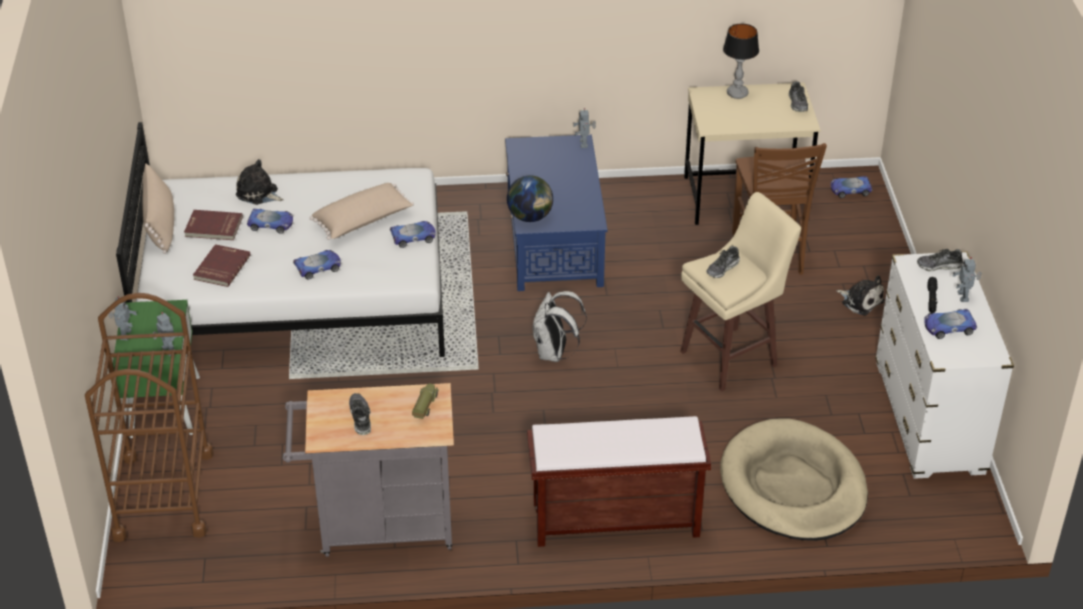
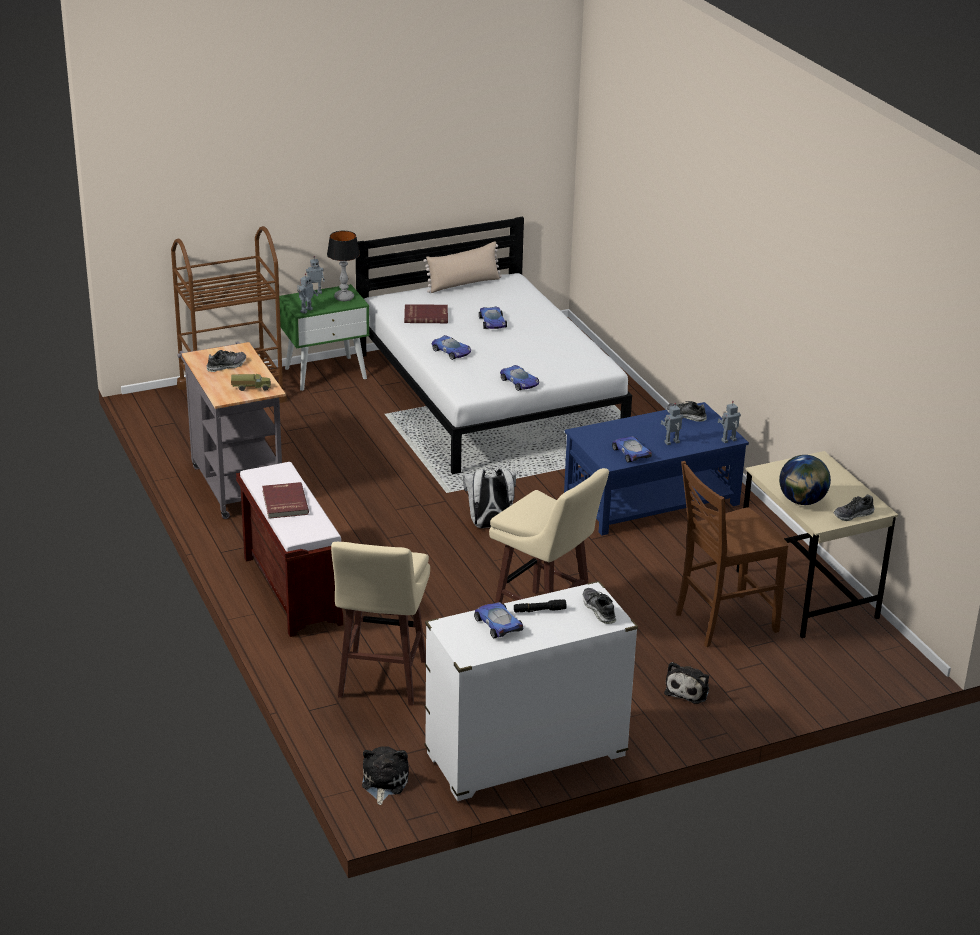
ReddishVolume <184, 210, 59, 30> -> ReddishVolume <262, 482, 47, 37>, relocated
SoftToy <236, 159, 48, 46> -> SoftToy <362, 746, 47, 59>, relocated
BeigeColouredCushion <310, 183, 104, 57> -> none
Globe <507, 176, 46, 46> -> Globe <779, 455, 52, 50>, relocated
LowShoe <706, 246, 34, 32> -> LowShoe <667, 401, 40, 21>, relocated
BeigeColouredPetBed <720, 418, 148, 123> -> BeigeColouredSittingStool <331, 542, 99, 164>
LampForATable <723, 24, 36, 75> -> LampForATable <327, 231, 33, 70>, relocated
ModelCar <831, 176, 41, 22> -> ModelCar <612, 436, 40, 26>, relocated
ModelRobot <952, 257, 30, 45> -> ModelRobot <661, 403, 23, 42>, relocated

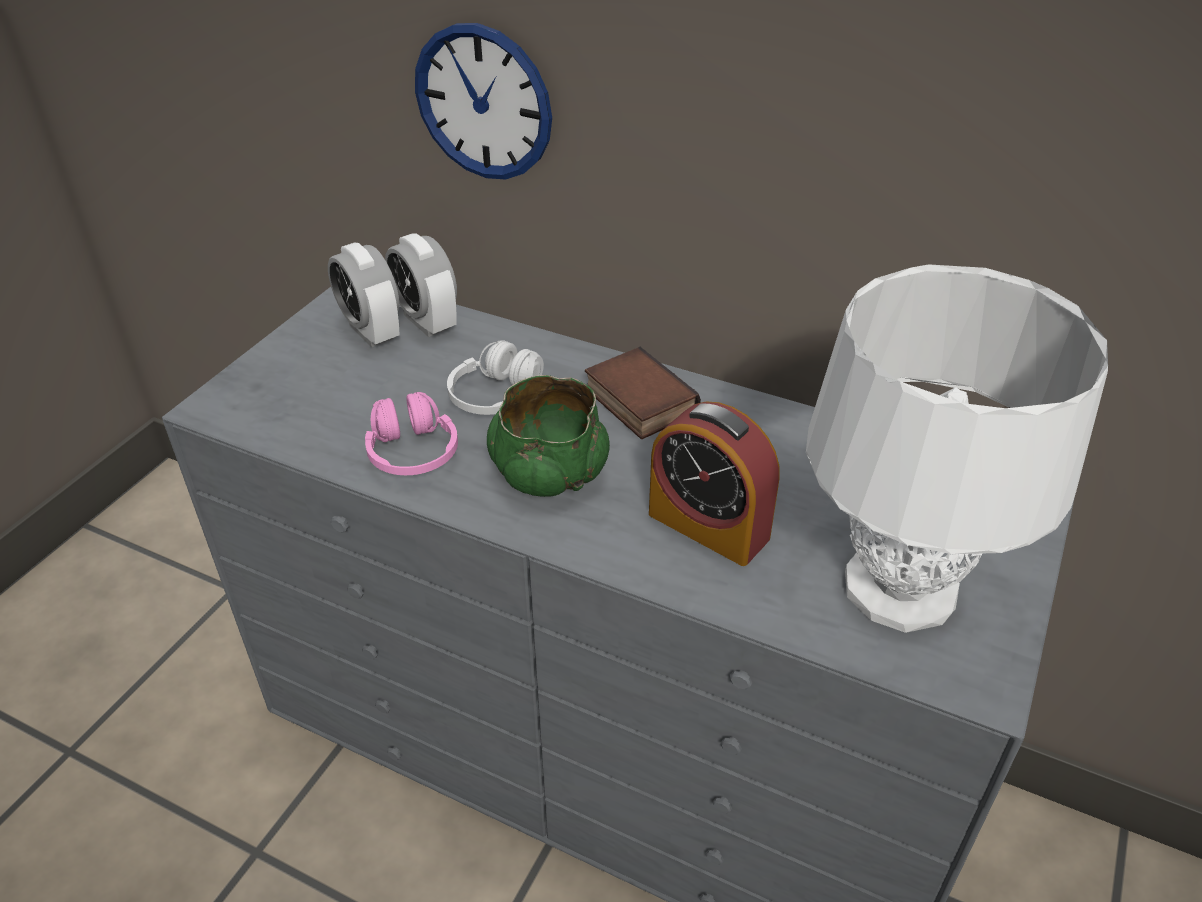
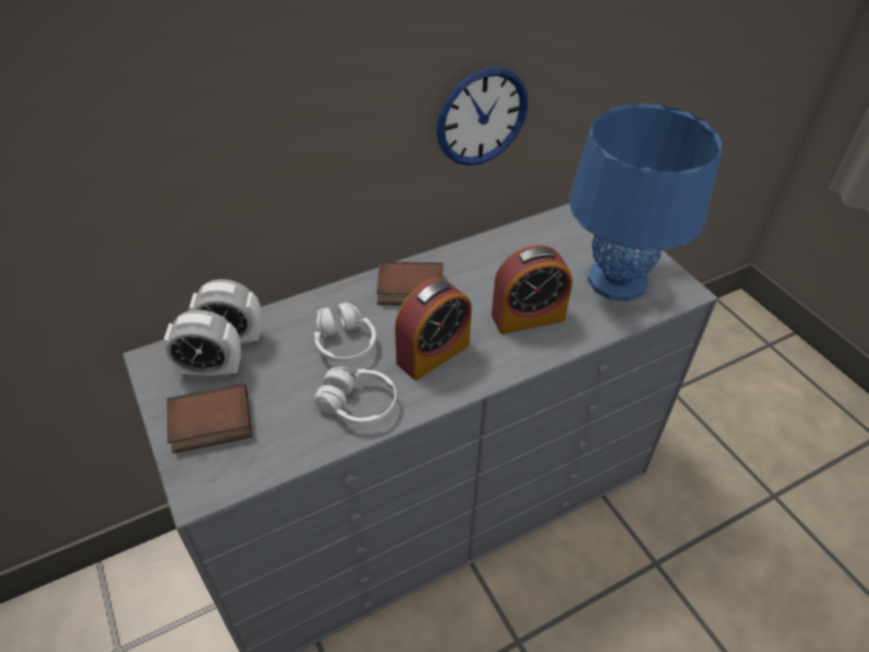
PinkColouredHeadset <365, 392, 93, 83> -> WhitishHeadset <314, 367, 82, 59>
HangingClock <415, 23, 137, 157> -> HangingClock <437, 67, 91, 99>, relocated
GreenishServingBowl <487, 375, 123, 122> -> TableClock <395, 278, 77, 102>
WhitishLampForATable <806, 264, 302, 369> -> BluishLampForATable <569, 103, 153, 198>
none -> Volume <167, 384, 85, 69>

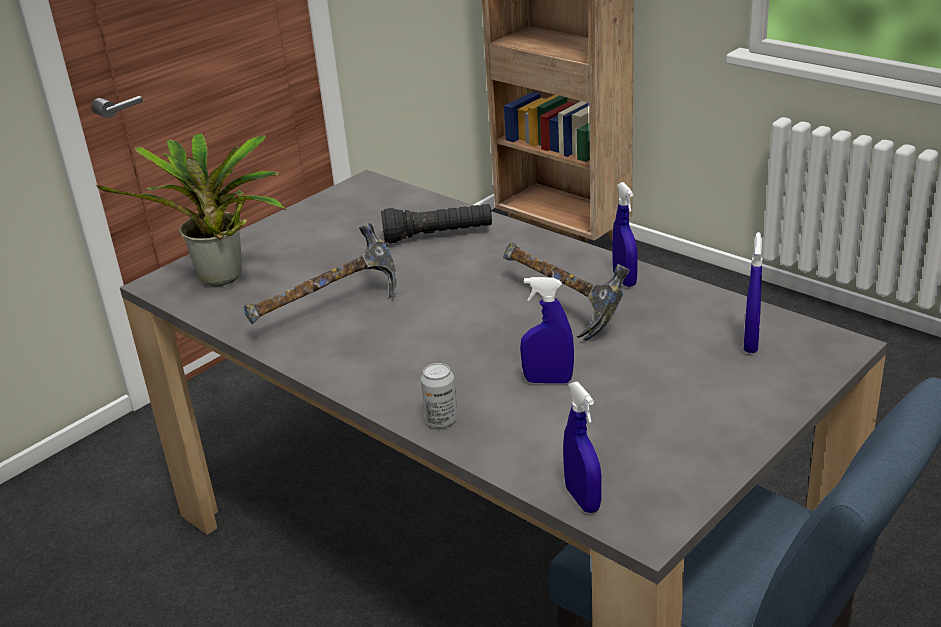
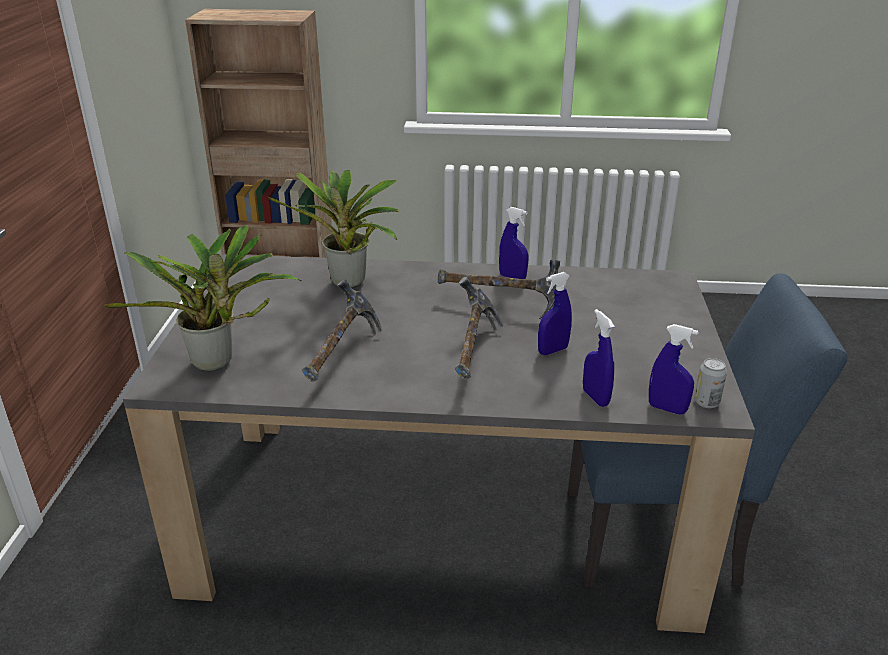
BlackColouredHandTorch <381, 204, 111, 39> -> Houseplant <268, 170, 131, 118>
Can <421, 363, 37, 65> -> Can <694, 358, 33, 50>, relocated
BluishHandSprayer <744, 232, 19, 121> -> BluishHandSprayer <583, 309, 32, 98>, relocated
none -> Hammer <455, 277, 49, 103>

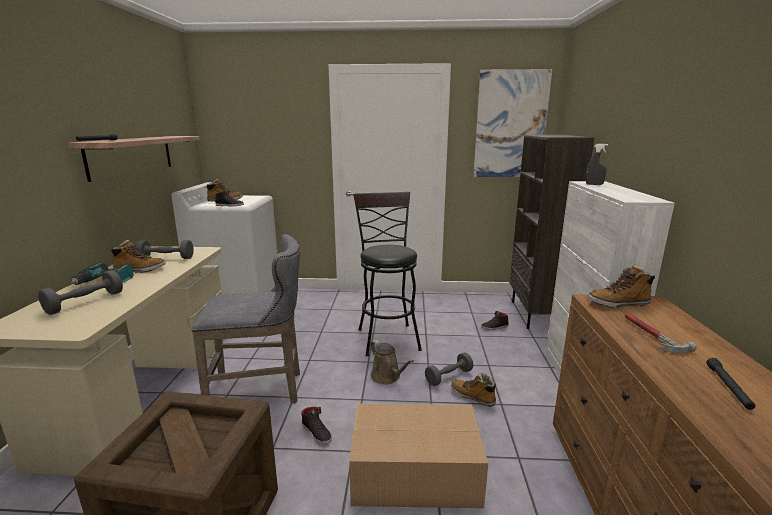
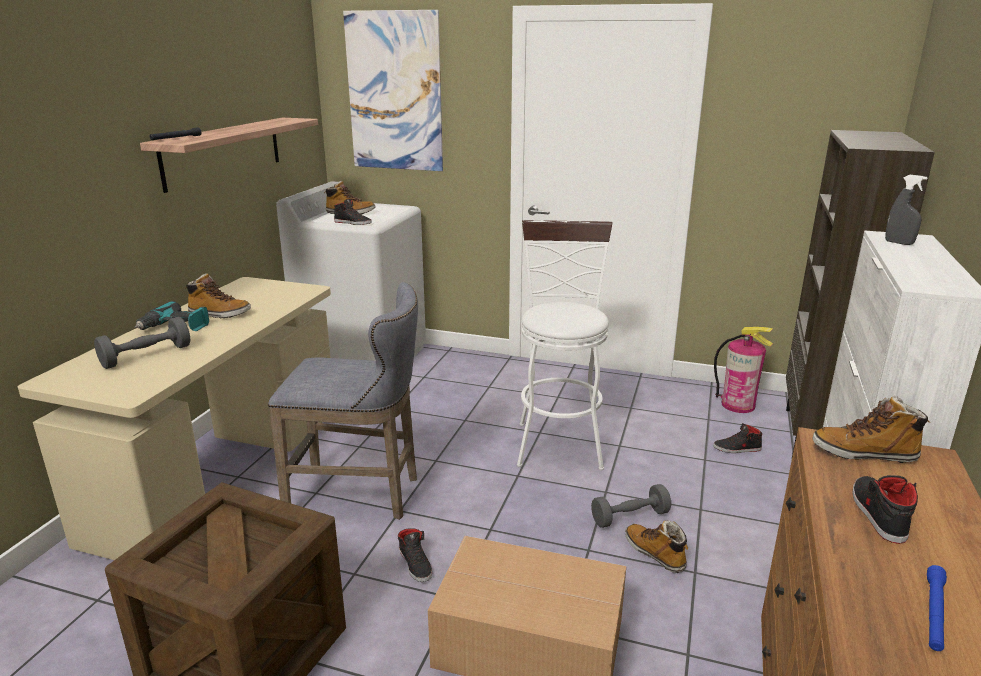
GreyFreeWeight <135, 240, 59, 19> -> none
BlackColouredSittingStool <353, 192, 69, 164> -> WhitishSittingStool <517, 220, 96, 251>
BrownishWateringPot <370, 340, 44, 44> -> none
Picture <473, 69, 79, 108> -> Picture <343, 10, 100, 161>, relocated
Hammer <625, 313, 72, 40> -> BlackColouredLowShoe <853, 475, 65, 69>
BlackColouredHandTorch <706, 358, 50, 52> -> BluishHandTorch <927, 565, 20, 86>
none -> Extinguisher <714, 327, 59, 86>

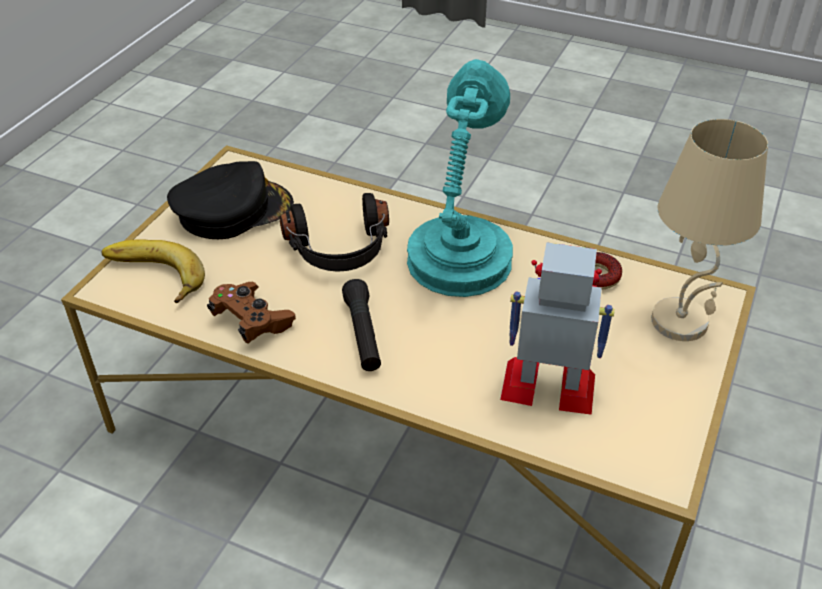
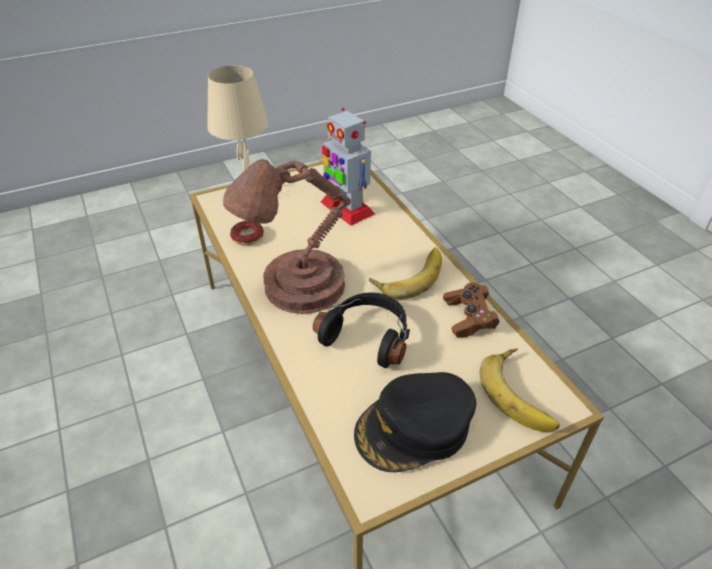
BlackColouredPeakedCap <167, 161, 127, 78> -> BlackColouredPeakedCap <354, 372, 123, 100>, 45 degrees counterclockwise
BlackColouredHandTorch <342, 279, 39, 92> -> BananaFruit <369, 247, 73, 52>
TurquoiseColouredLampForATable <407, 59, 106, 238> -> BrownishLampForATable <223, 159, 128, 155>

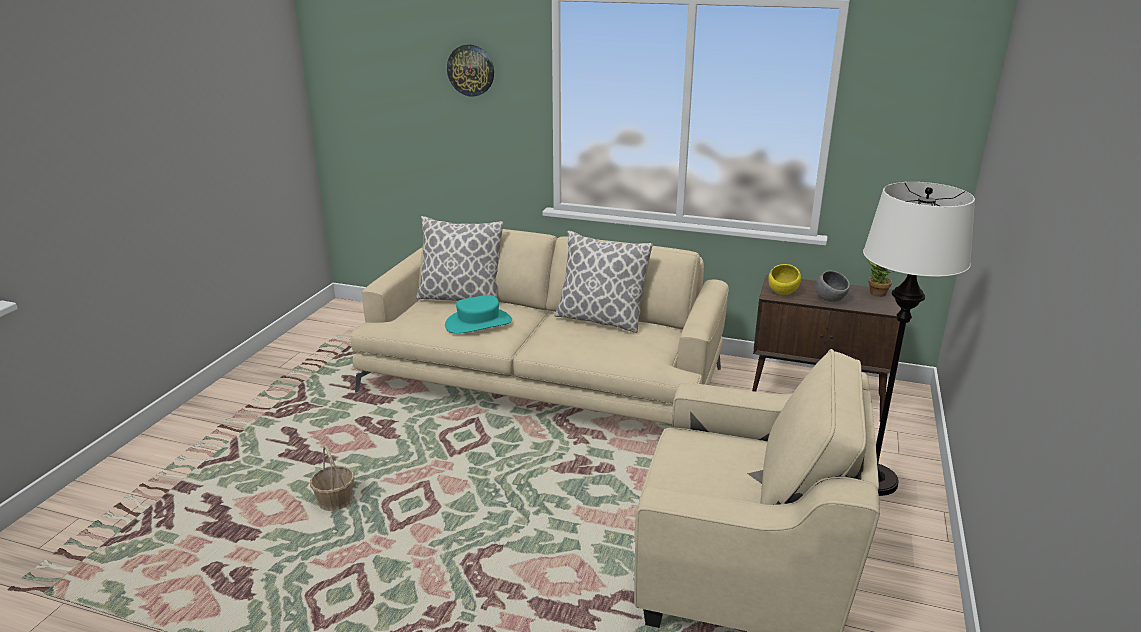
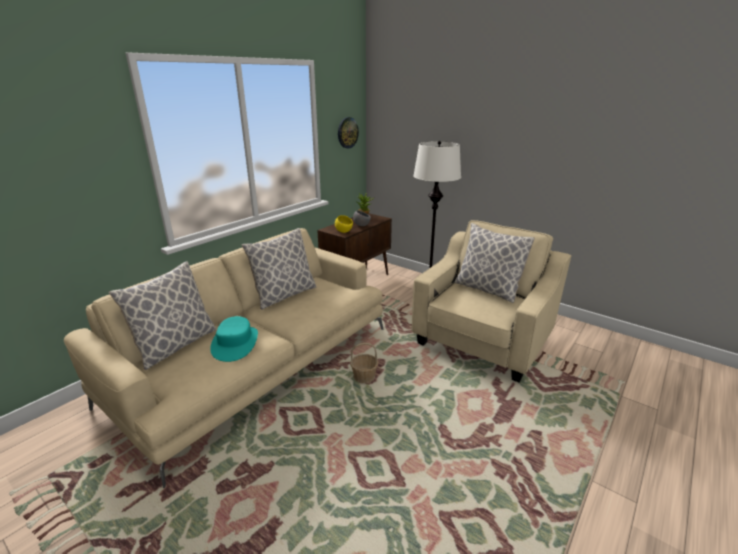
StorageBasket <310, 445, 45, 66> -> StorageBasket <350, 343, 28, 40>, relocated
HangingClock <447, 44, 47, 53> -> HangingClock <338, 117, 21, 31>, relocated
none -> Cushion <454, 223, 81, 80>

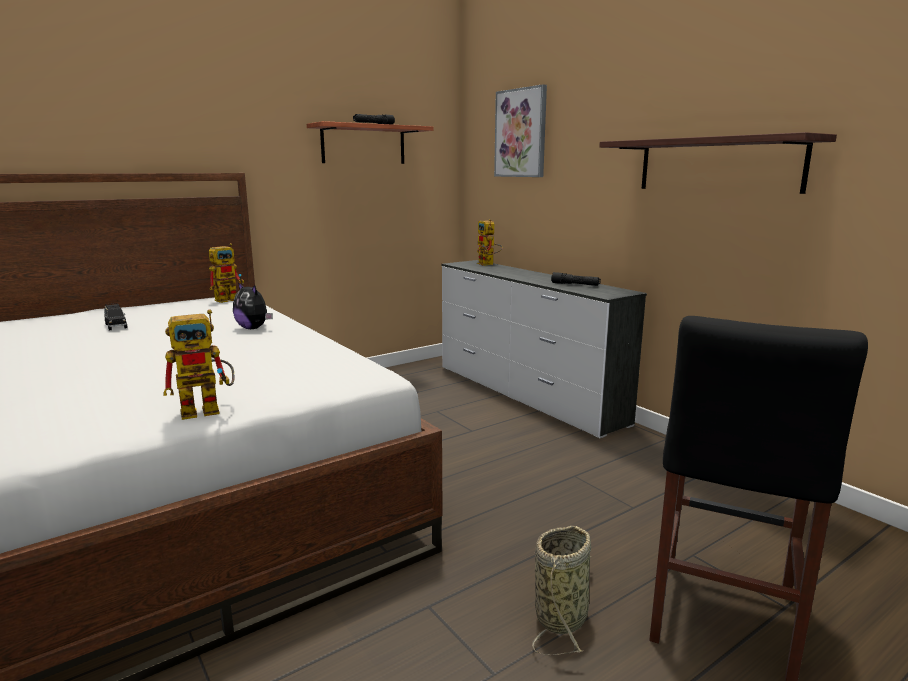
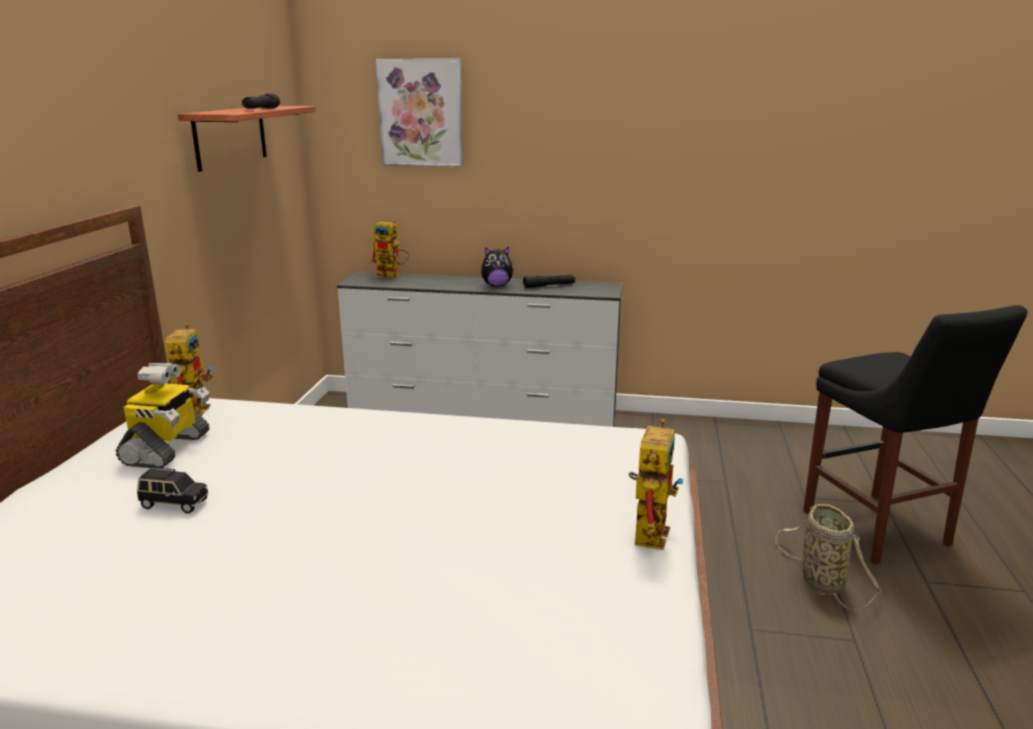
SoftToy <233, 282, 40, 47> -> SoftToy <481, 247, 33, 40>, relocated
Shelf <599, 132, 238, 62> -> none
none -> ModelRobot <116, 363, 94, 106>

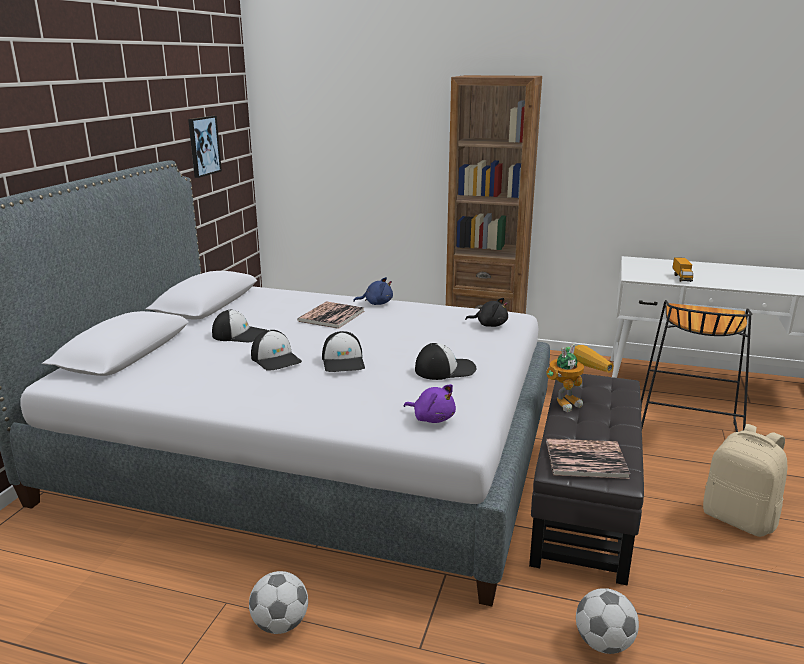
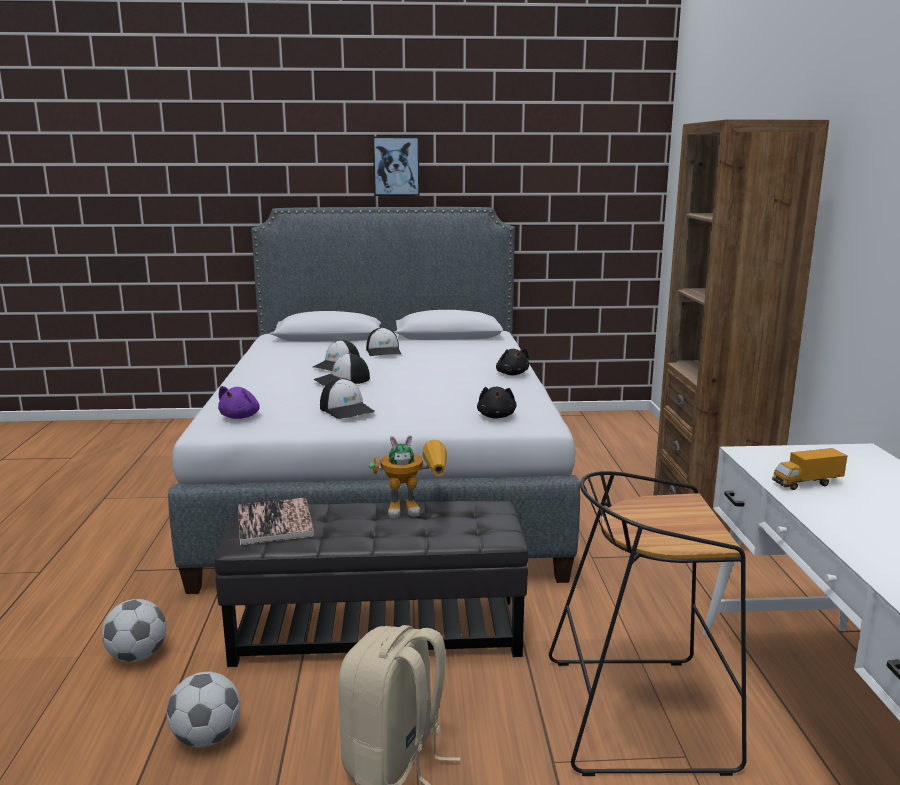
Picture <188, 116, 34, 62> -> Picture <373, 136, 47, 60>, relocated
FootballBall <249, 571, 59, 63> -> FootballBall <167, 672, 73, 75>, relocated
Volume <297, 302, 67, 27> -> none
BluishSoftToy <353, 277, 40, 28> -> BlackColouredSoftToy <496, 348, 33, 27>
ModelRobot <546, 344, 68, 68> -> ModelRobot <369, 435, 78, 83>, 45 degrees counterclockwise

